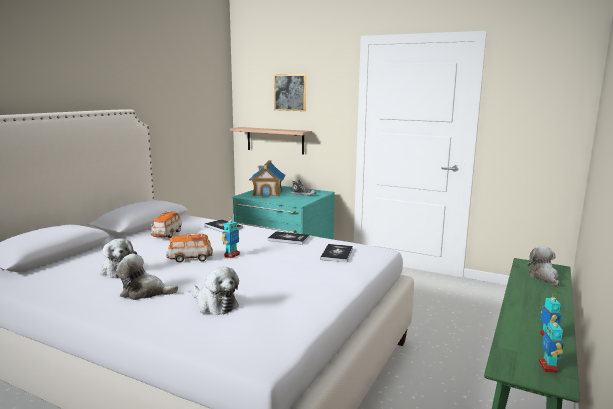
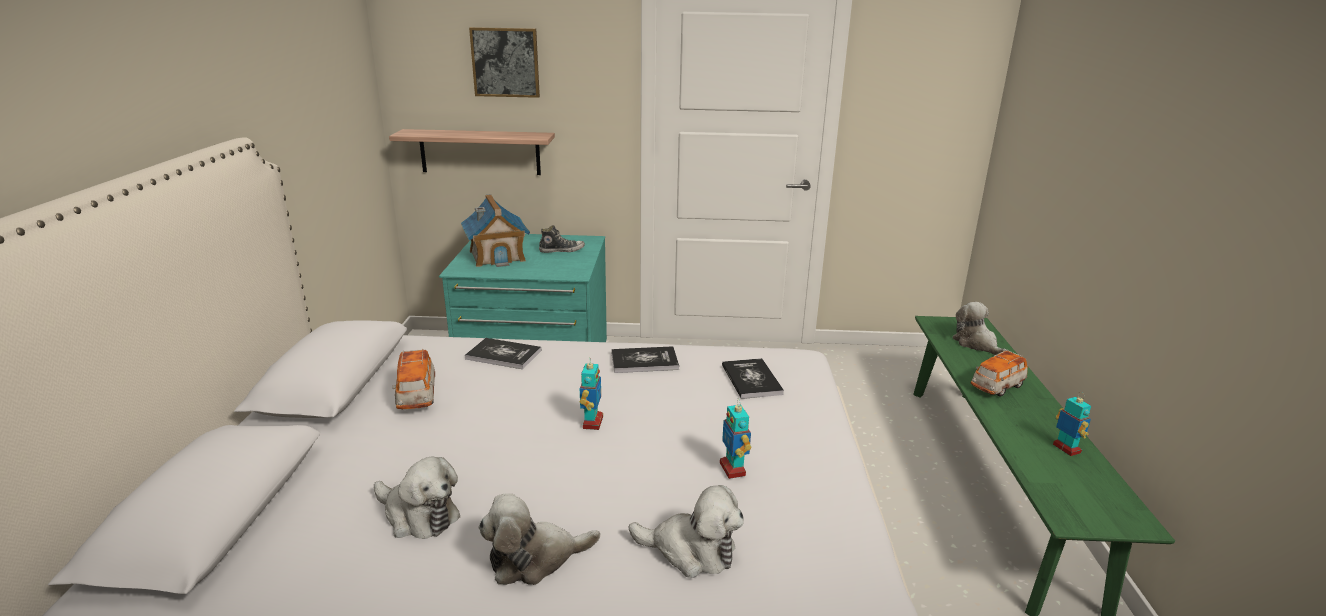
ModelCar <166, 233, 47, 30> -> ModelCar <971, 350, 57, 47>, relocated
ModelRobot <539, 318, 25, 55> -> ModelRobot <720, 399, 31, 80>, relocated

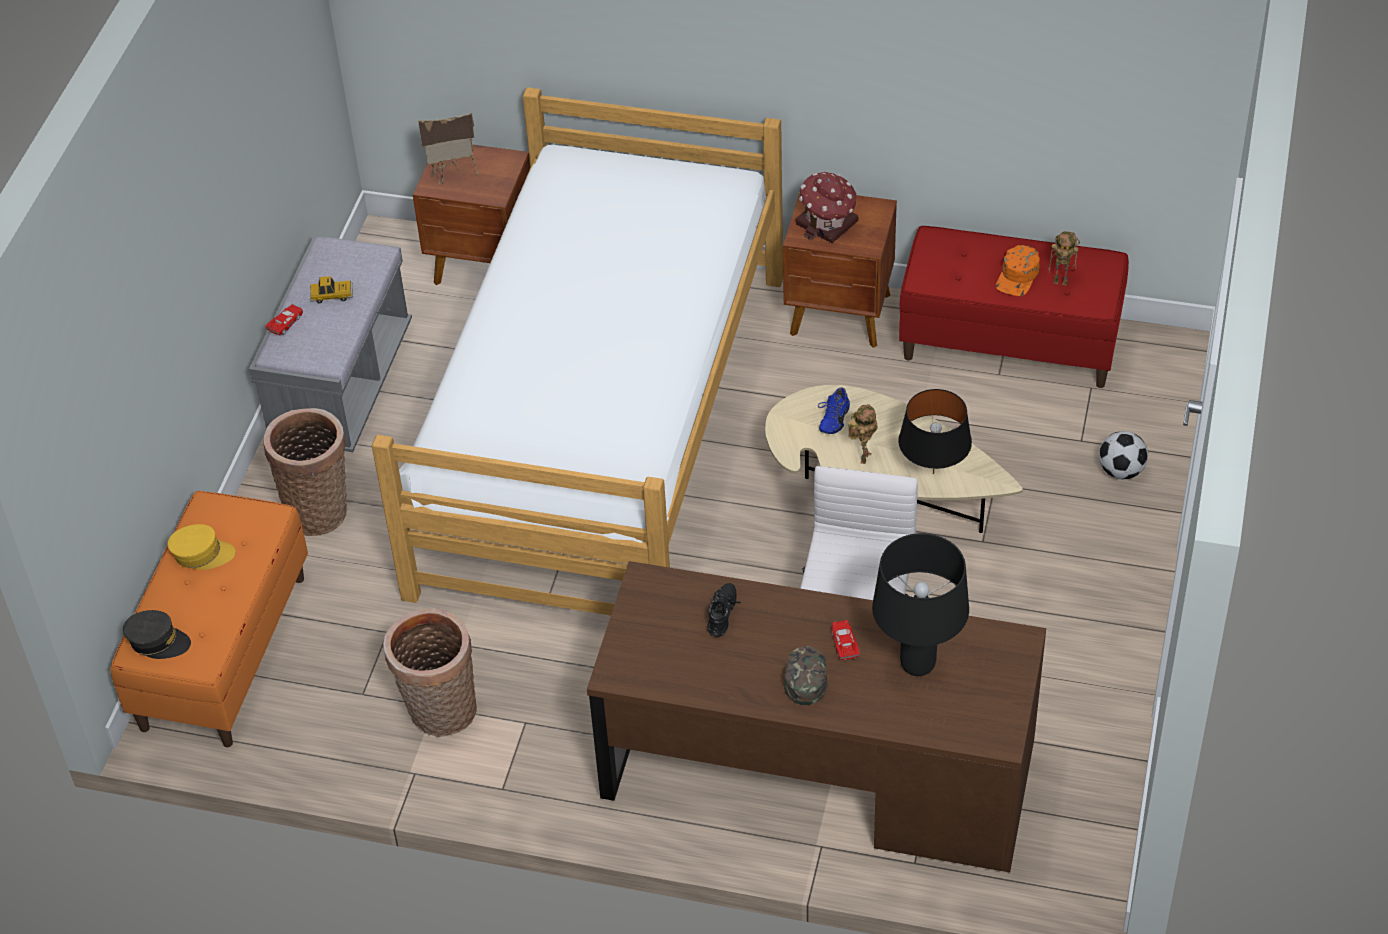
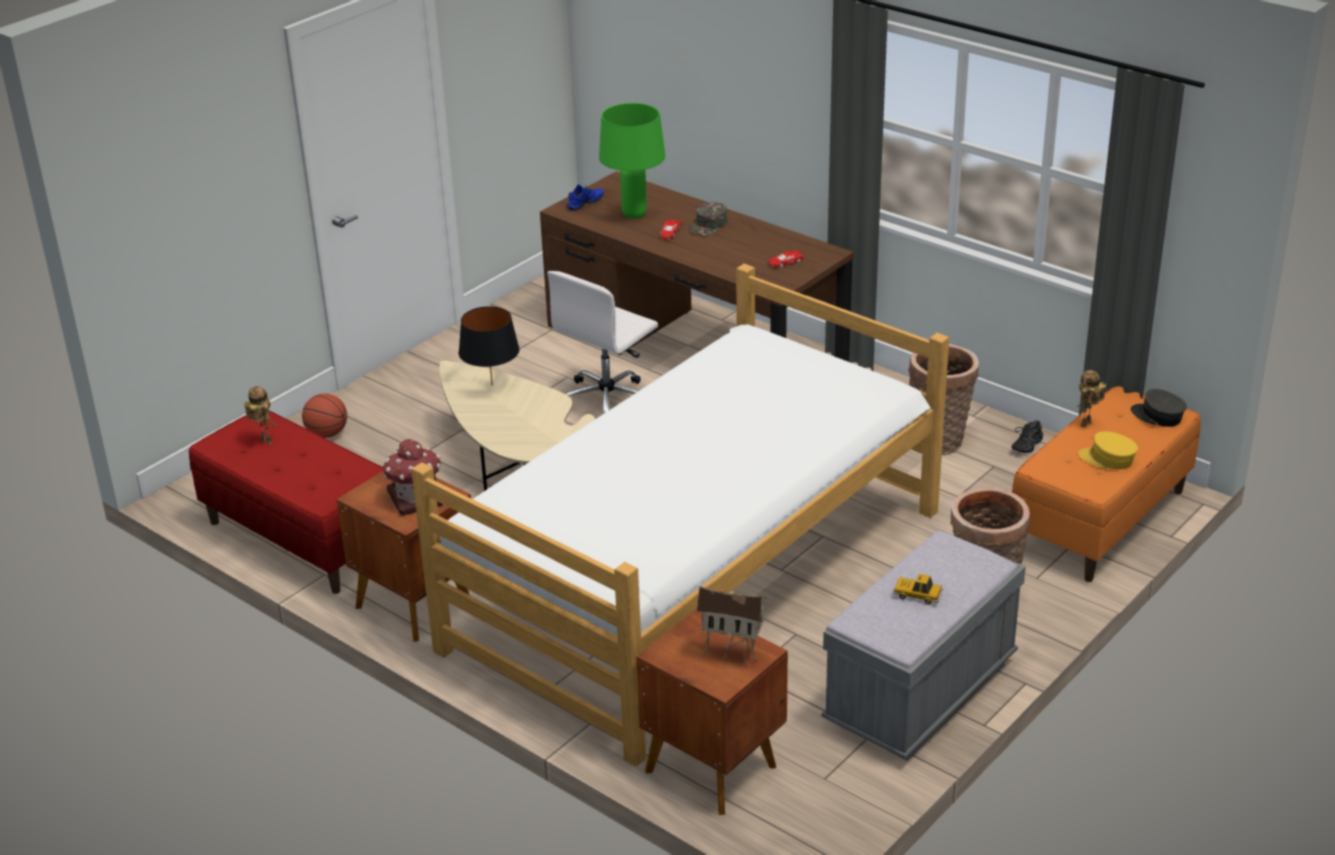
ReddishModelCar <265, 304, 38, 31> -> ReddishModelCar <768, 250, 36, 18>, relocated
BlackColouredLowShoe <707, 583, 34, 54> -> BlackColouredLowShoe <1012, 420, 31, 33>, relocated
BluishLowShoe <818, 387, 32, 47> -> BluishLowShoe <566, 185, 38, 26>, relocated
ModelRobot <848, 404, 30, 60> -> ModelRobot <1077, 370, 29, 58>, relocated
BlackColouredLampForATable <872, 533, 97, 143> -> GreenishLampForATable <599, 103, 66, 116>
OrangeColouredPeakedCap <996, 245, 44, 51> -> none
FootballBall <1099, 431, 49, 48> -> BallForBasketball <302, 393, 45, 45>

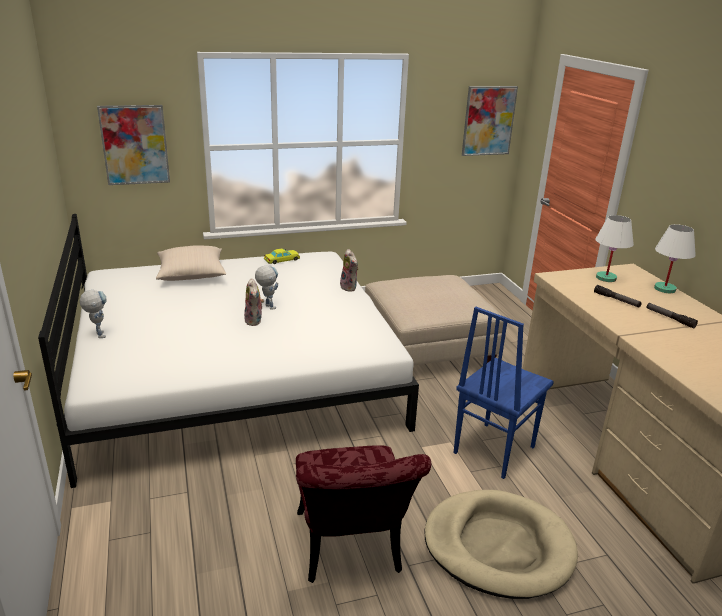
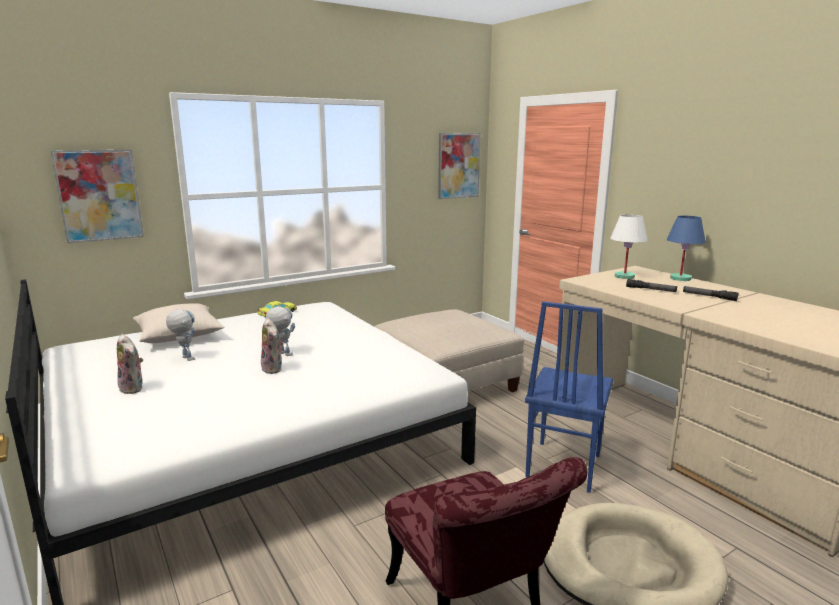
ModelRobot <80, 290, 26, 48> -> ModelRobot <166, 309, 29, 52>, relocated
SoftToy <340, 249, 18, 43> -> SoftToy <117, 334, 26, 60>, relocated
WhitishLampForATable <654, 224, 42, 69> -> BluishLampForATable <667, 216, 39, 65>

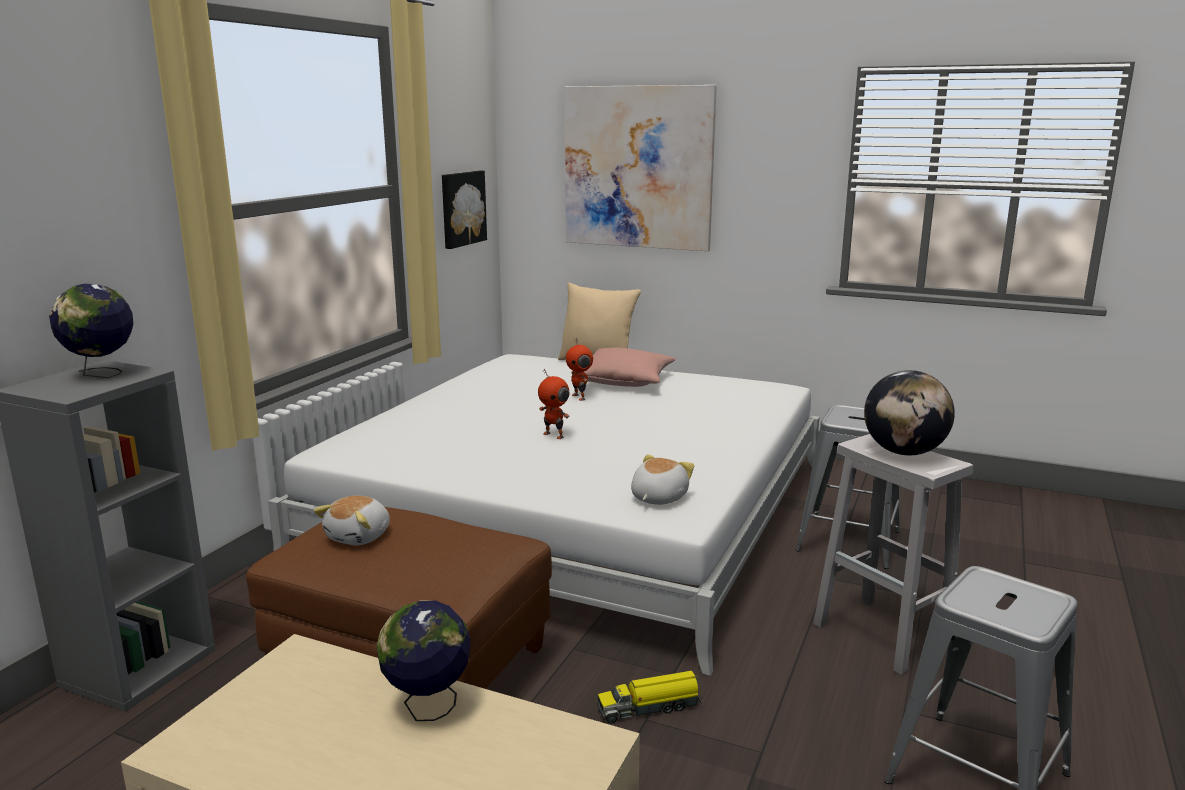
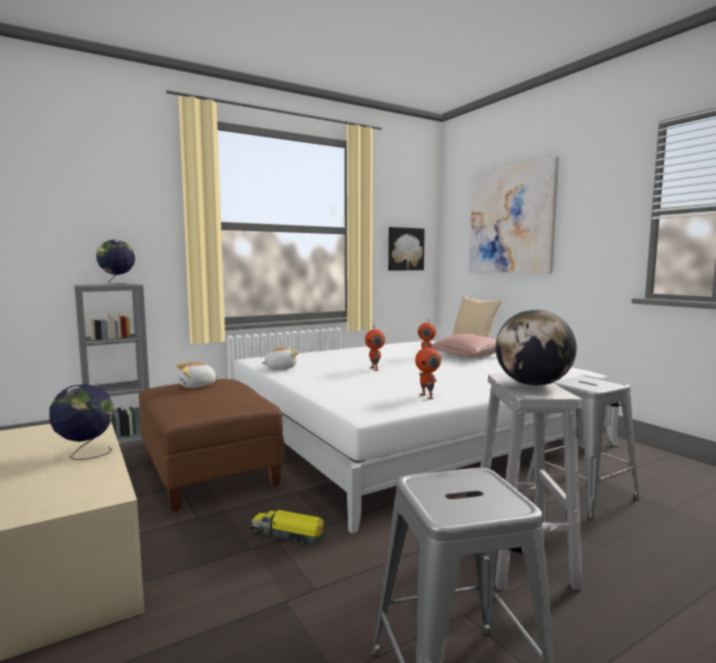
SoftToy <631, 454, 63, 51> -> SoftToy <261, 347, 38, 22>, relocated
none -> ModelRobot <415, 343, 26, 57>

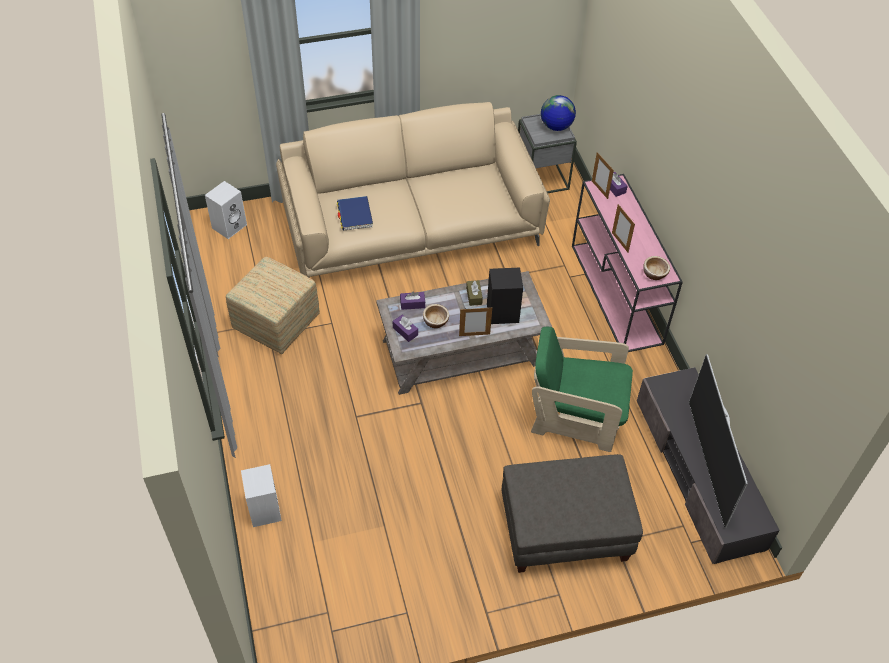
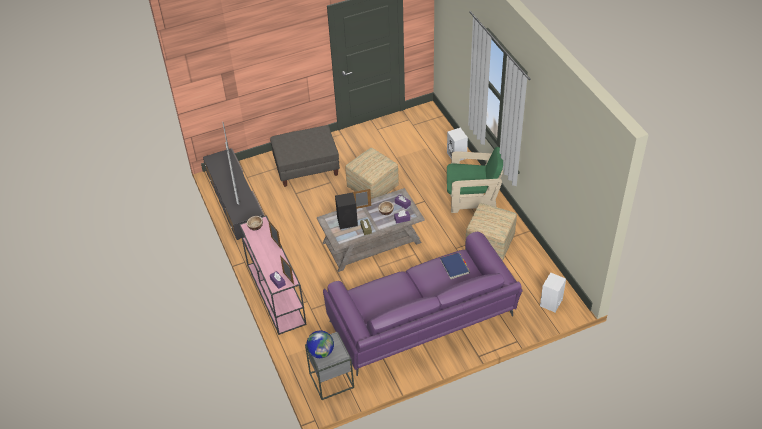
BeigeColouredSettee <276, 102, 274, 176> -> PurpleSettee <323, 232, 200, 144>
GreenishArmchair <531, 327, 102, 125> -> GreenishArmchair <447, 147, 56, 66>, relocated
none -> Pouffe <345, 148, 54, 51>

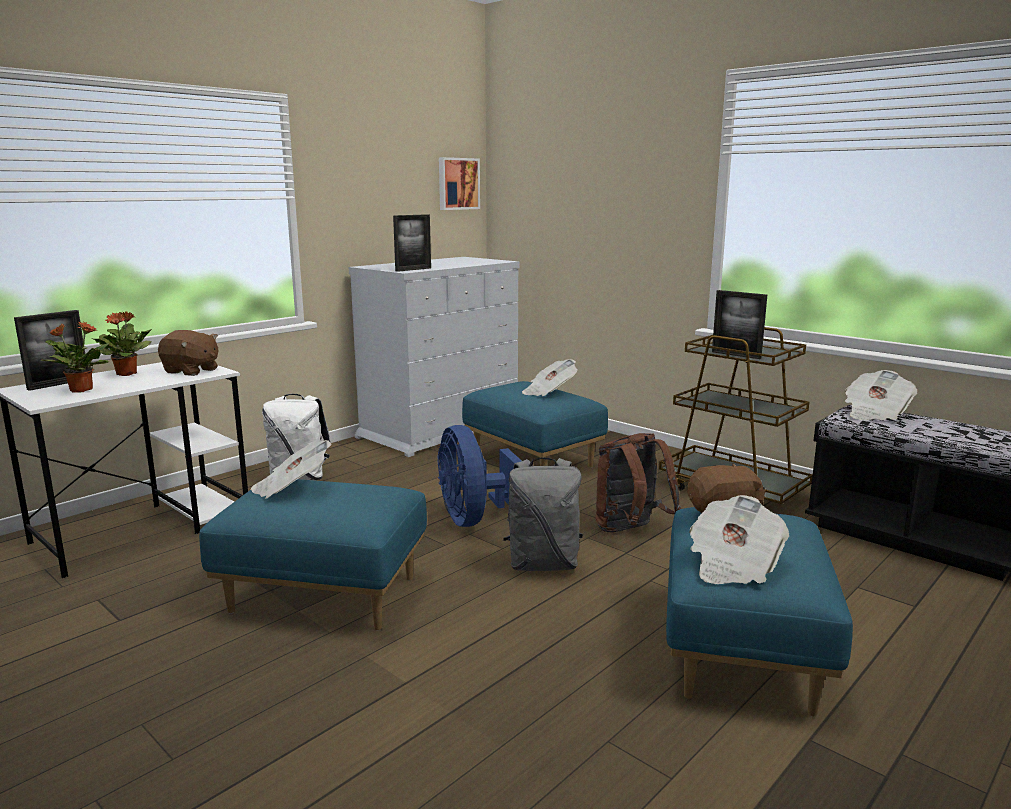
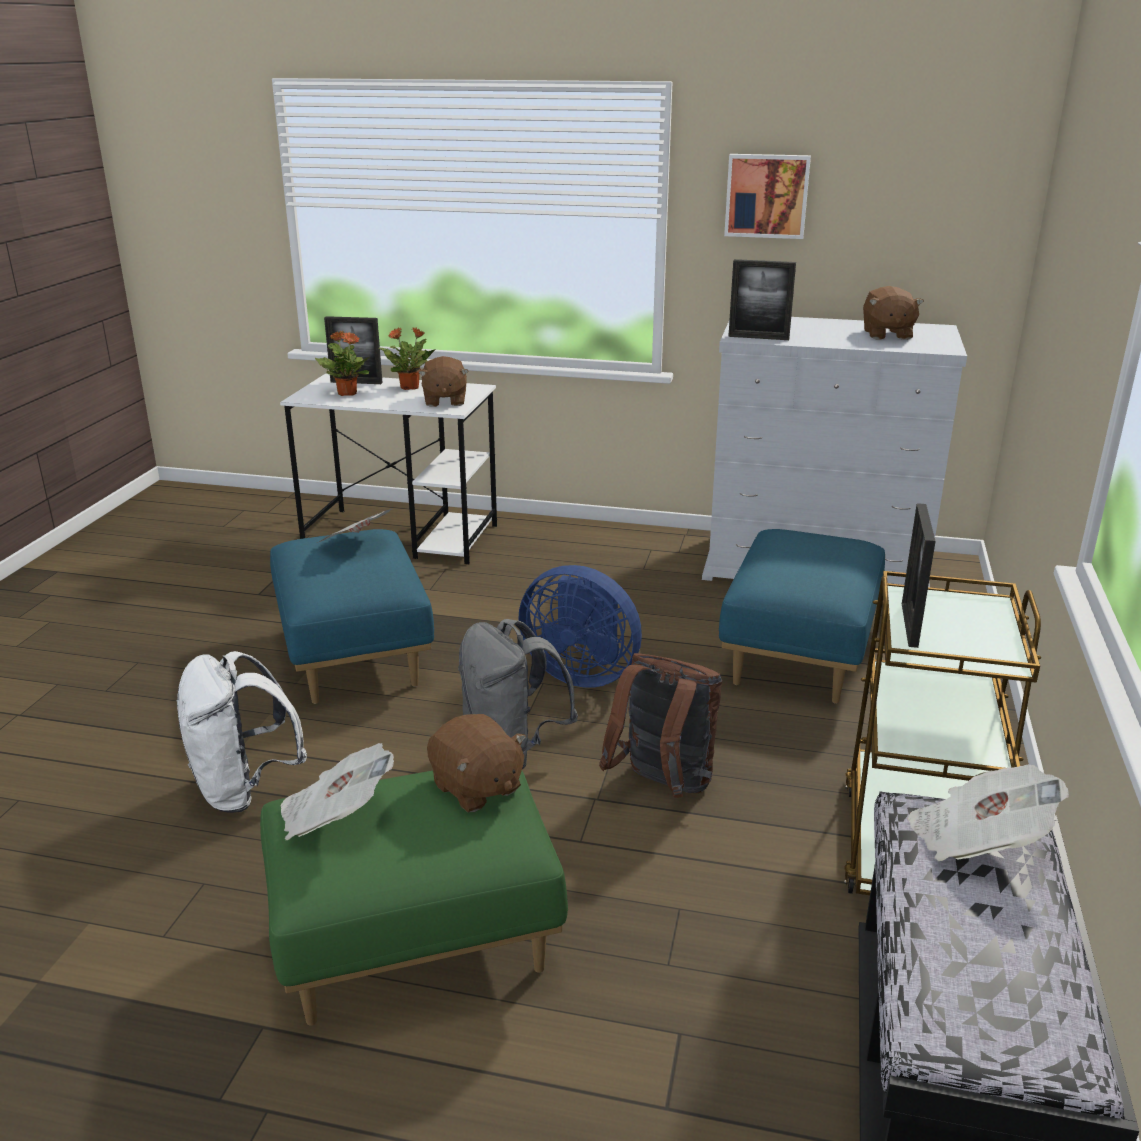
WhitishBackpack <262, 394, 69, 86> -> WhitishBackpack <176, 651, 131, 162>, relocated
BluishFan <437, 425, 85, 102> -> BluishFan <518, 565, 124, 123>, 105 degrees counterclockwise
Picture <439, 157, 41, 53> -> Picture <724, 154, 87, 85>, relocated
Newspaper <522, 359, 55, 37> -> none
BluishPouffe <666, 507, 187, 210> -> GreenishPouffe <260, 771, 308, 255>
none -> BrownishSoftToy <863, 286, 61, 54>

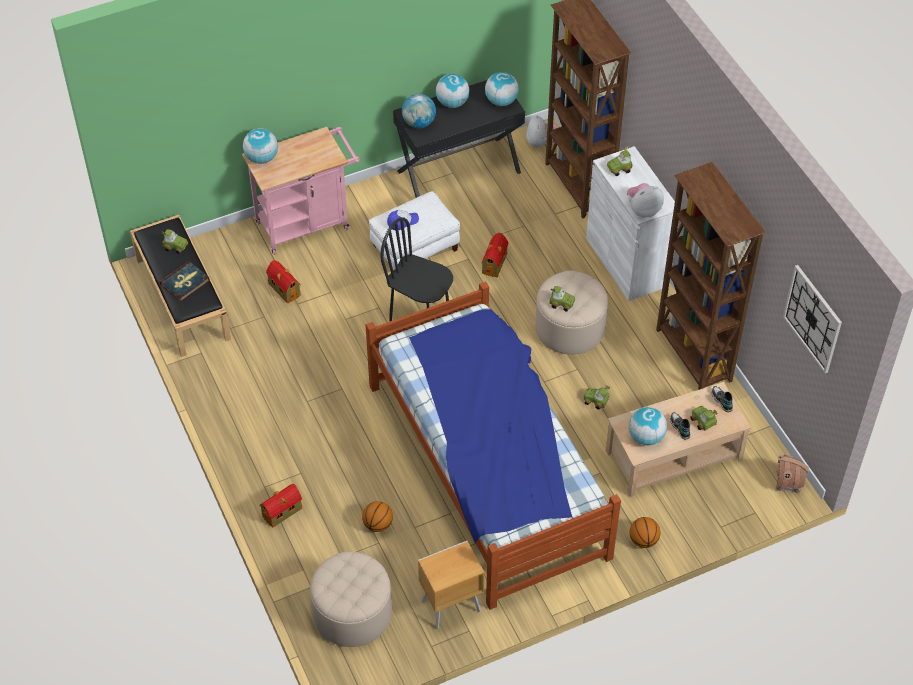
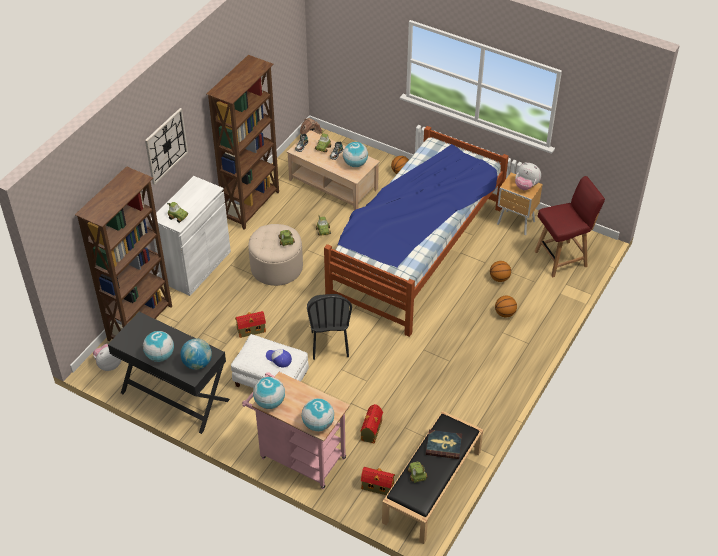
ToyHouse <259, 484, 43, 44> -> ToyHouse <361, 467, 34, 28>, relocated
BeigeColouredPouffe <310, 552, 82, 95> -> ReddishChair <534, 176, 71, 101>
Globe <485, 72, 34, 34> -> Globe <253, 377, 32, 32>, relocated
SoftToy <627, 183, 37, 34> -> SoftToy <515, 162, 26, 28>, relocated
HangingClock <783, 265, 59, 108> -> HangingClock <145, 108, 43, 77>, relocated
none -> BallForBasketball <495, 296, 22, 21>

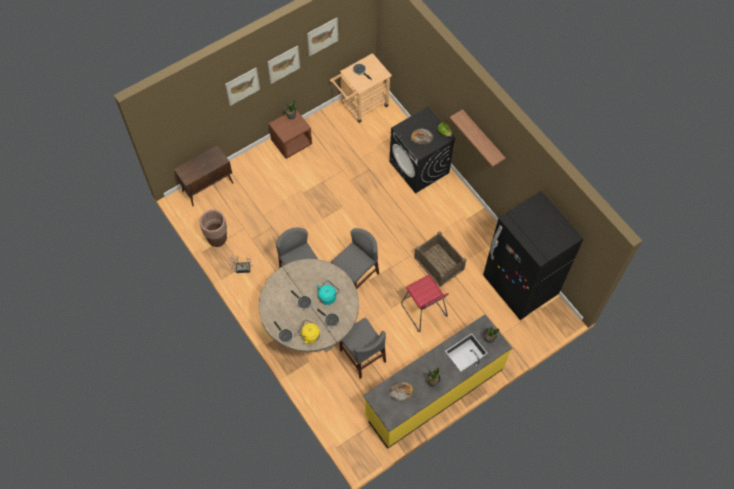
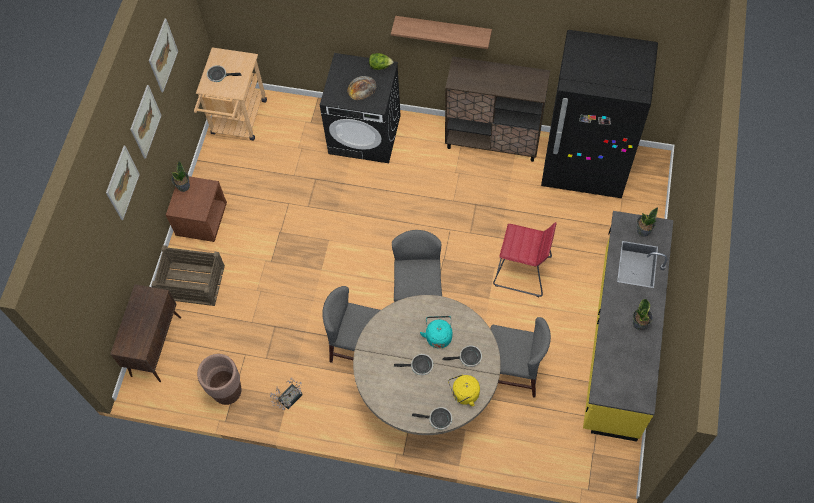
Bread <389, 382, 24, 20> -> none
ShippingCrate <414, 231, 52, 56> -> ShippingCrate <151, 245, 74, 61>, relocated
none -> BrownishCupboard <445, 56, 105, 106>

